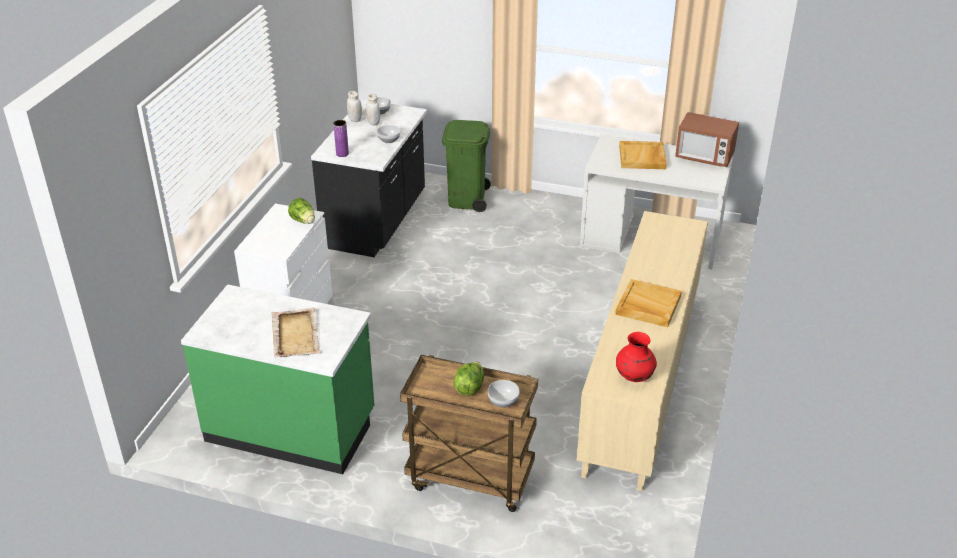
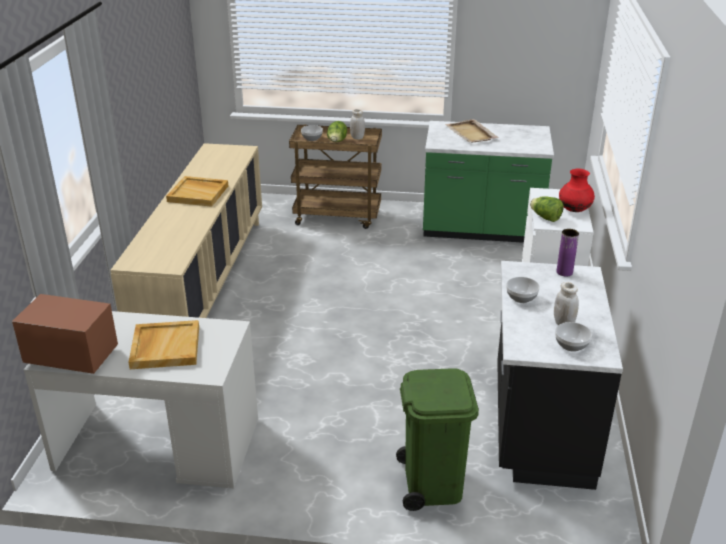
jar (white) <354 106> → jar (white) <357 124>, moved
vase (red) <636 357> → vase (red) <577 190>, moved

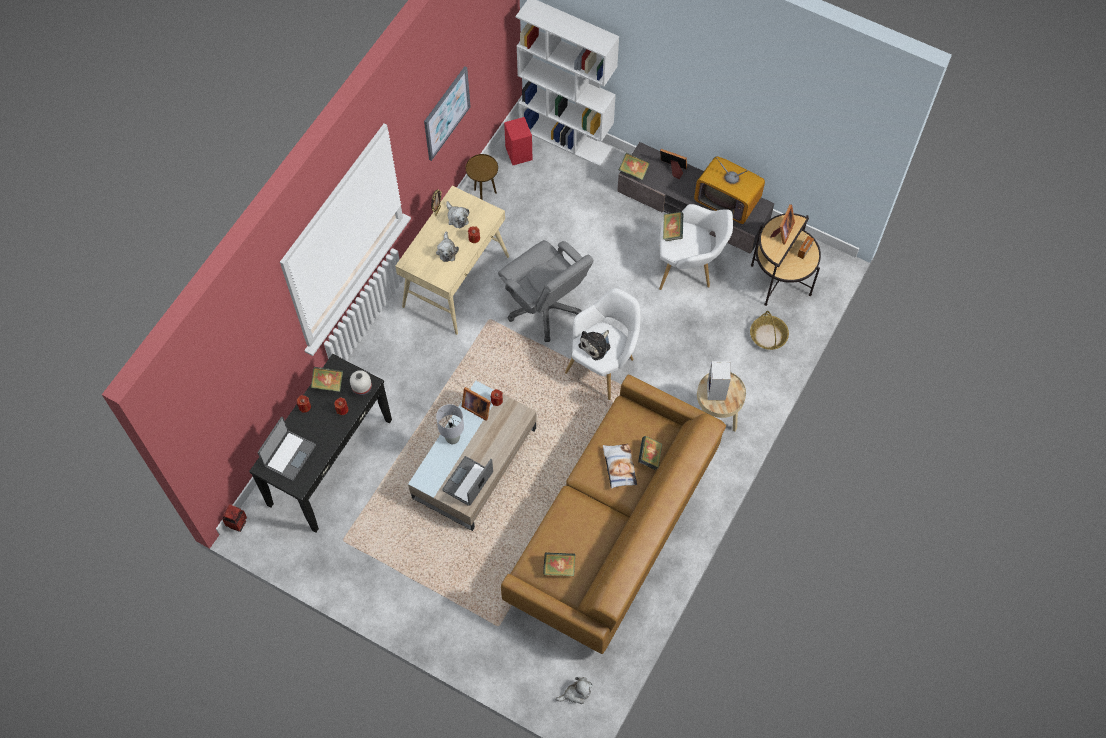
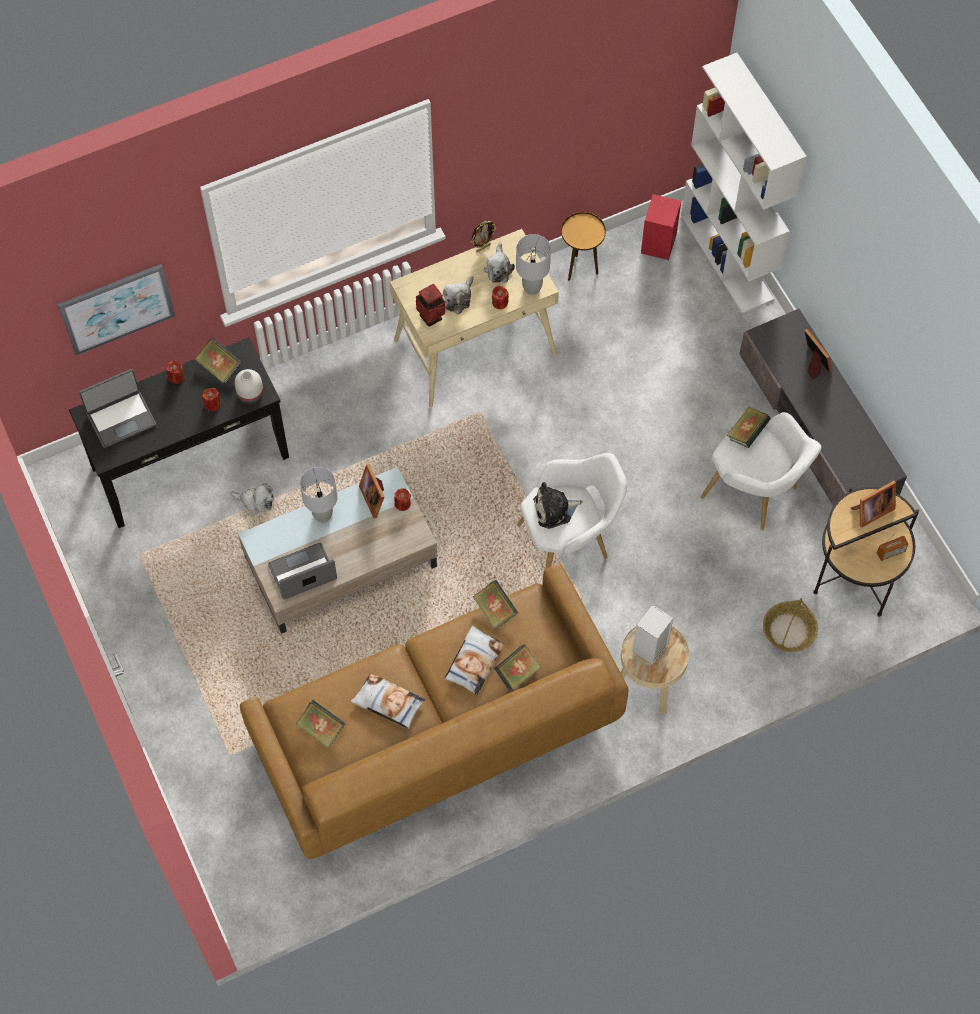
office chair (grey) <546 291> → -
television <729 190> → -
- → pillow <388 701>
- → table lamp (grey) <533 264>
vase <234 518> → vase <430 305>, moved
picture <447 113> → picture <116 310>, moved
plush toy <574 690> → plush toy <252 499>, moved
book <634 166> → book <495 604>, moved

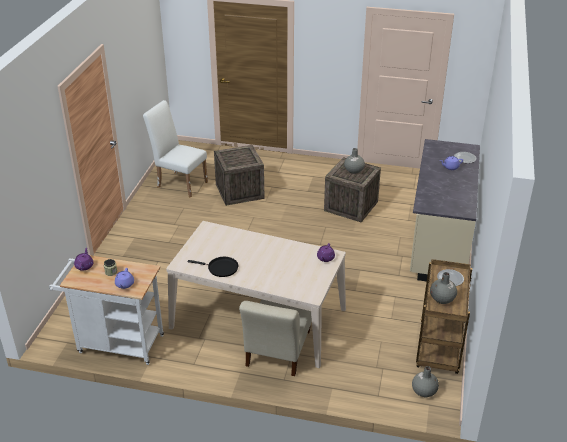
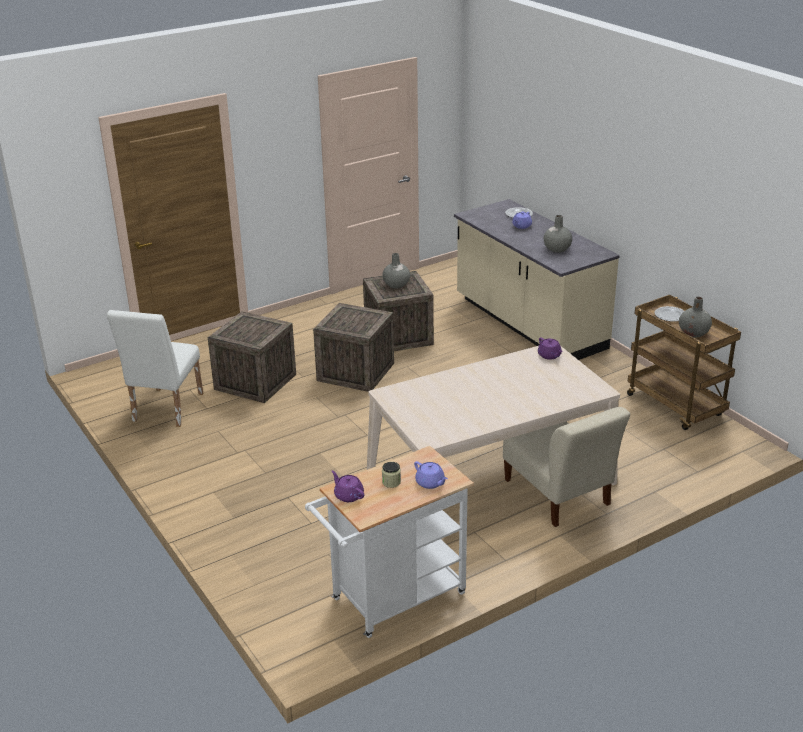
frying pan (black) <212 267> → -
- → crate <353 347>
vase (grey) <425 382> → vase (grey) <558 234>, moved
chair (white) <175 149> → chair (white) <155 368>, 60 degrees counterclockwise

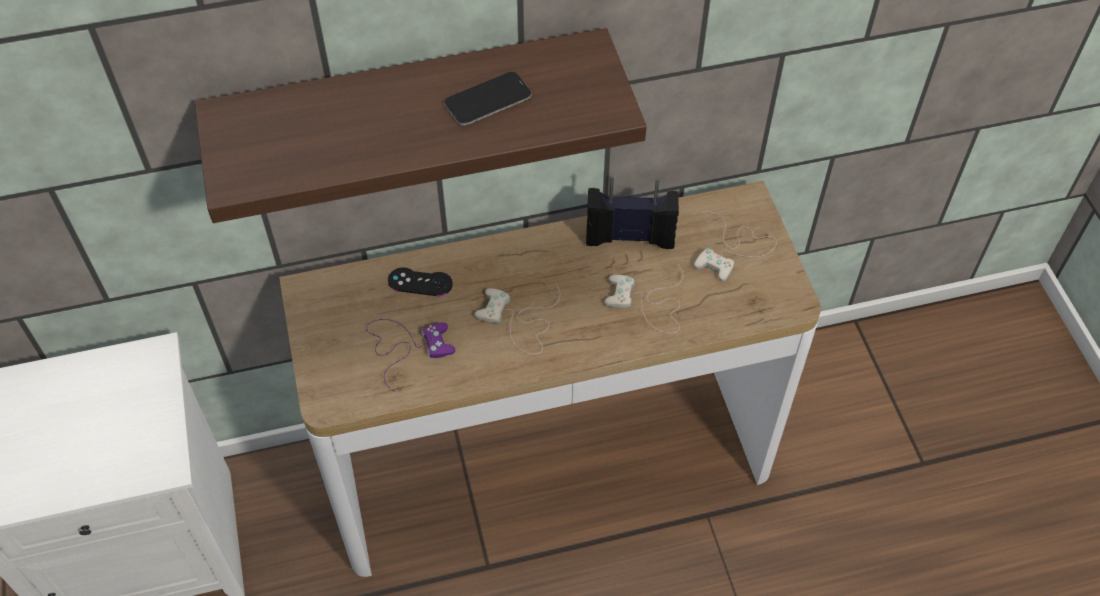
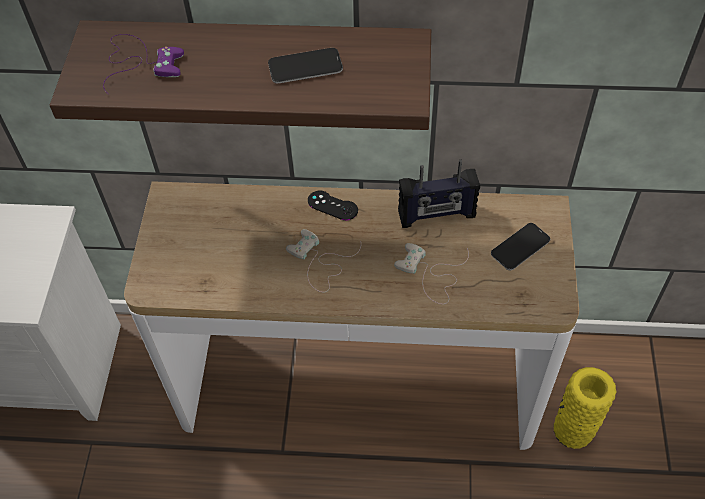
- → vase (yellow) <585 408>
game controller (purple) <410 355> → game controller (purple) <143 64>, moved
game controller (black) <420 281> → game controller (black) <333 205>, moved
game controller (white) <735 247> → phone <520 246>
radio <632 212> → radio <439 194>, 150 degrees clockwise

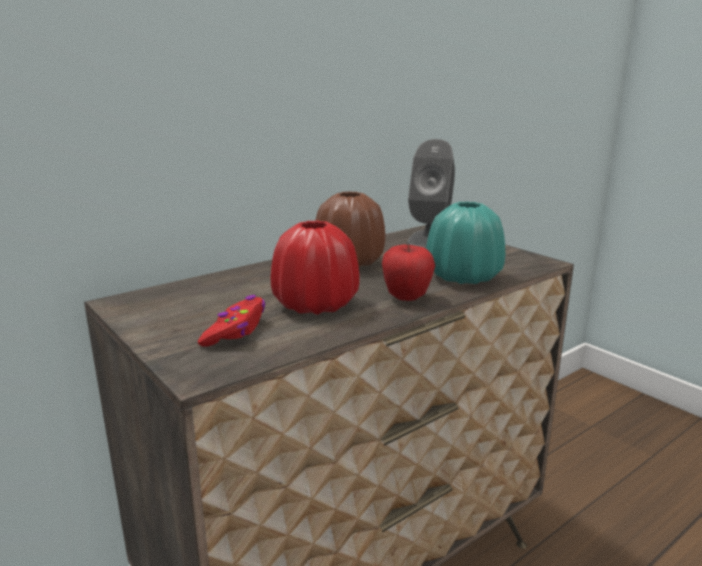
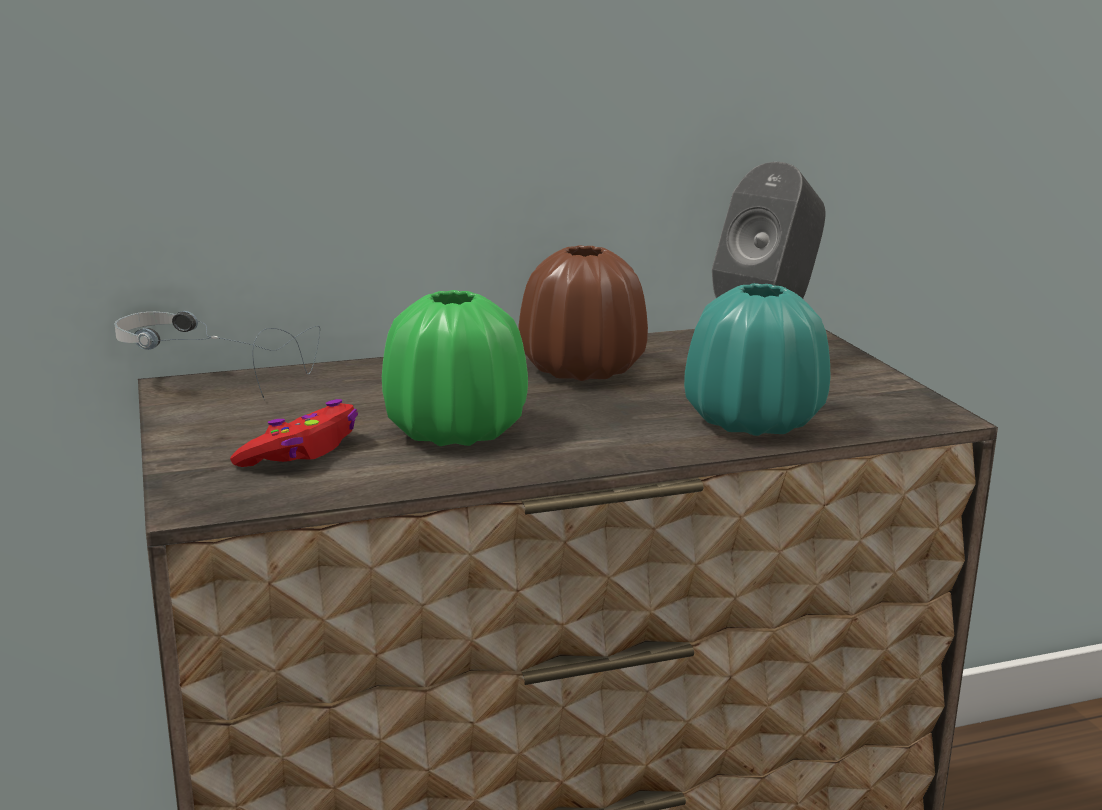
apple <408 272> → -
- → headphones <217 355>
vase (red) <315 267> → vase (green) <455 368>

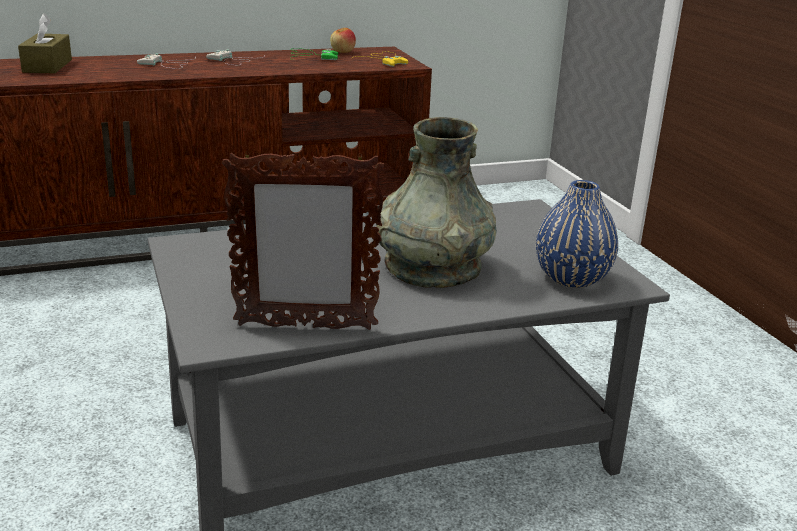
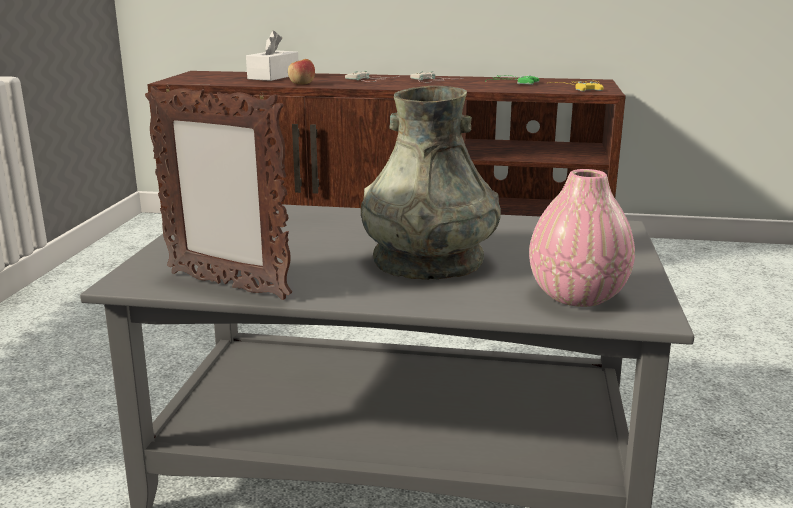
apple <343 40> → apple <301 71>, moved
tissue box (brown) <45 43> → tissue box (white) <272 56>
vase (blue) <577 234> → vase (pink) <582 238>

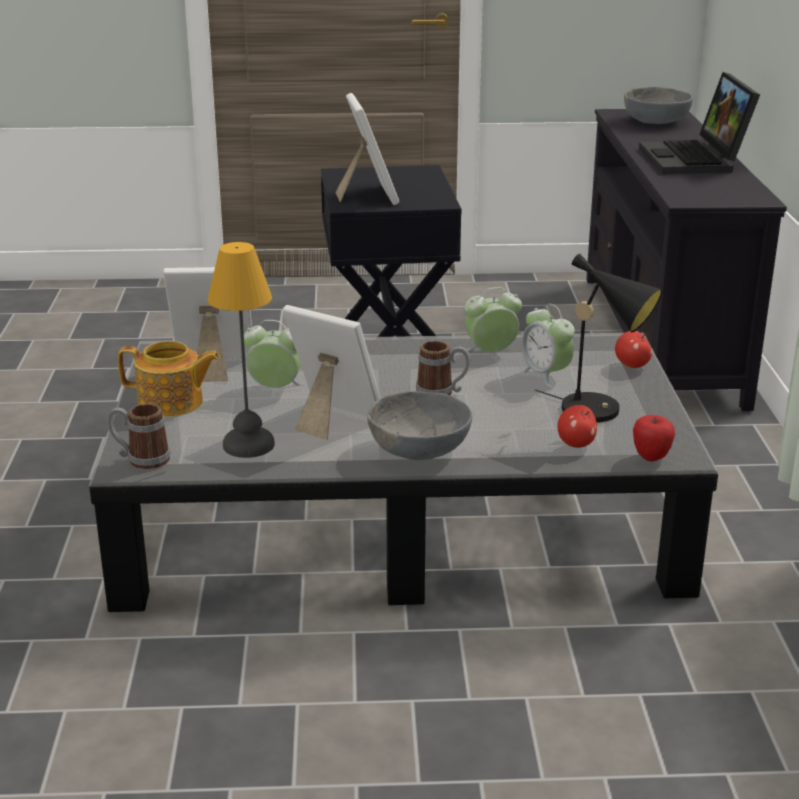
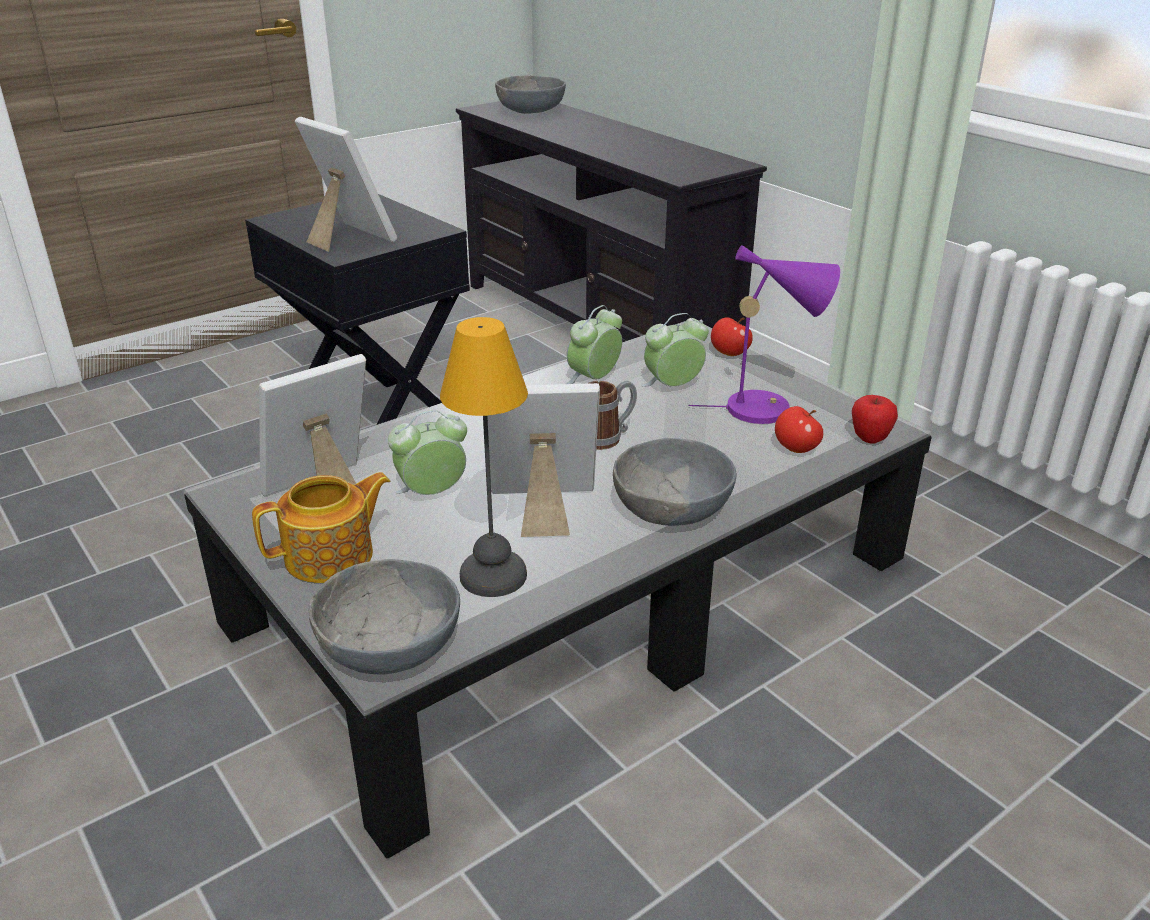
laptop <699 123> → -
mug <138 436> → bowl (grey) <384 617>
table lamp (black) <598 337> → table lamp (purple) <764 334>
alarm clock <547 345> → alarm clock <675 350>, 135 degrees clockwise

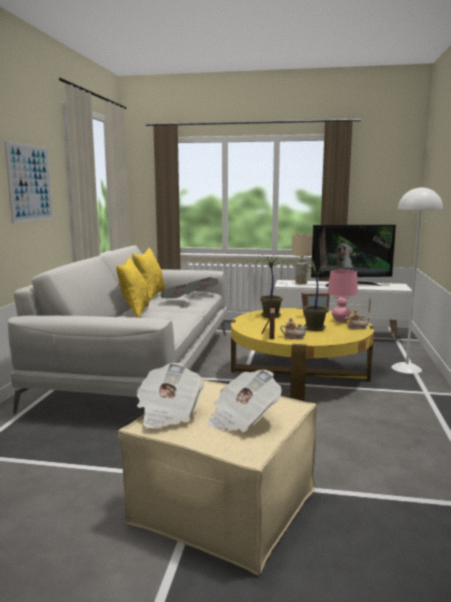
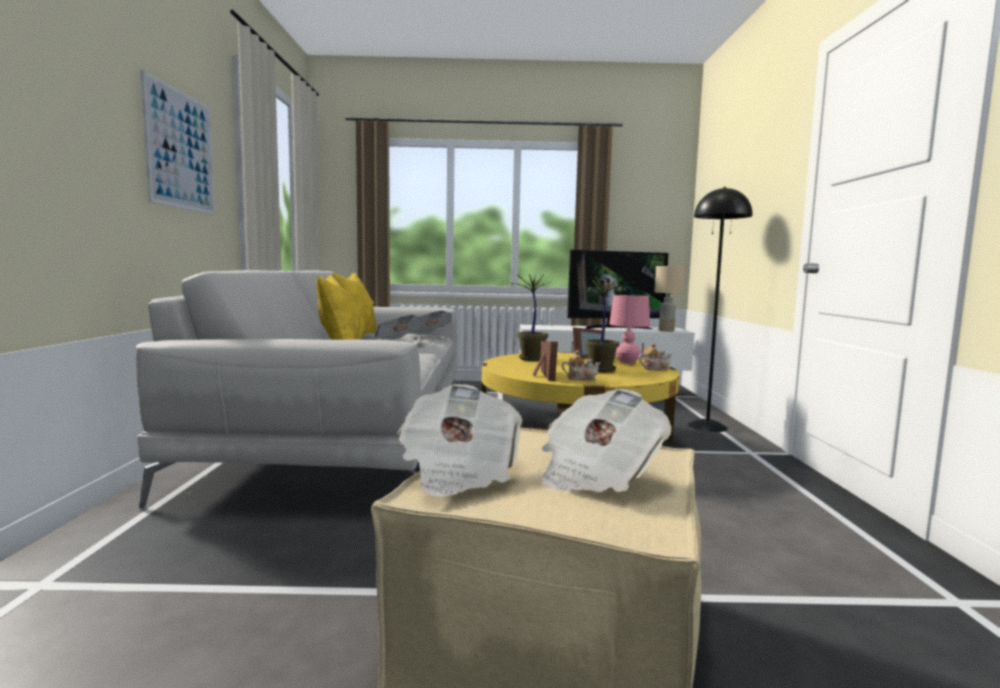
table lamp (beige) <302 259> → table lamp (beige) <669 299>, moved
floor lamp (white) <417 280> → floor lamp (black) <720 309>

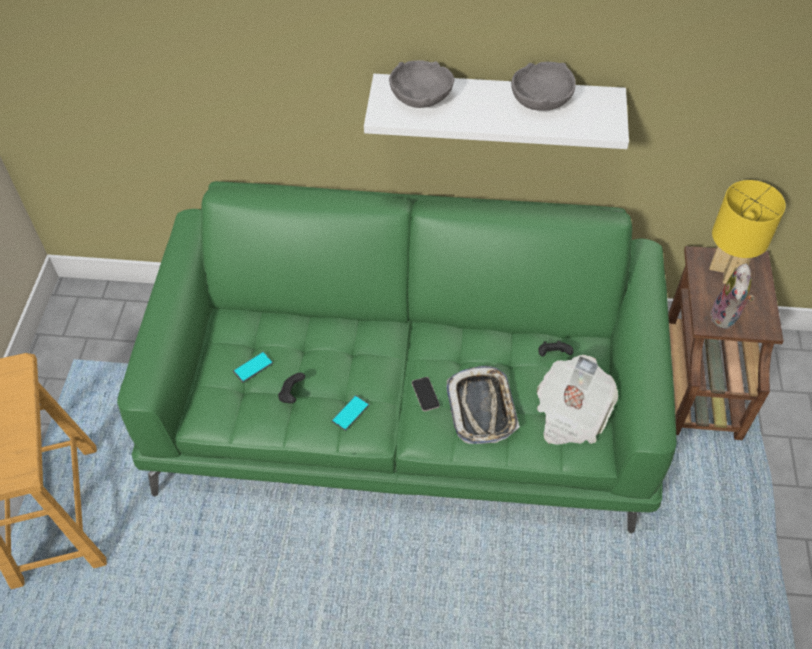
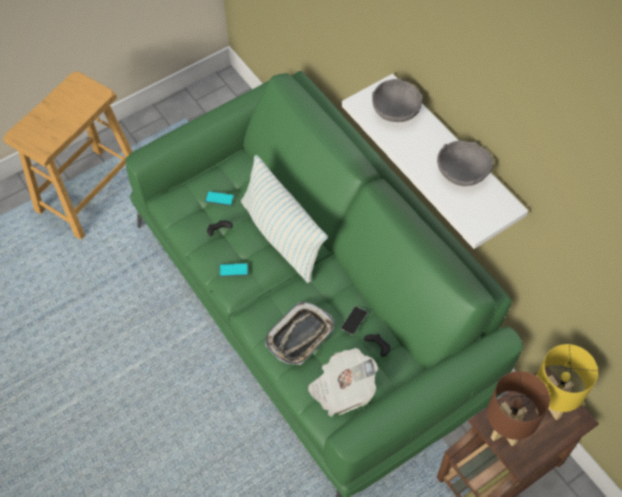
- → pillow <284 219>
phone <426 394> → phone <354 320>, moved
plush toy <732 296> → table lamp (brown) <518 408>

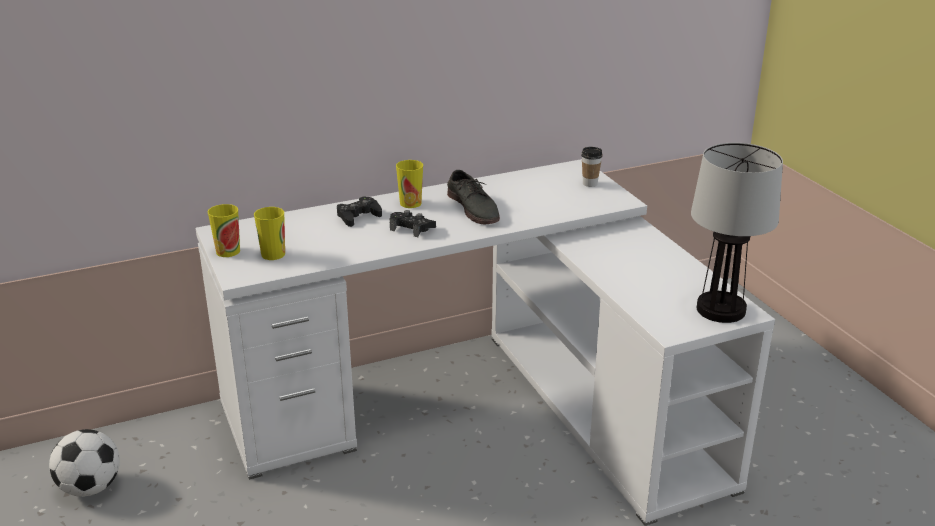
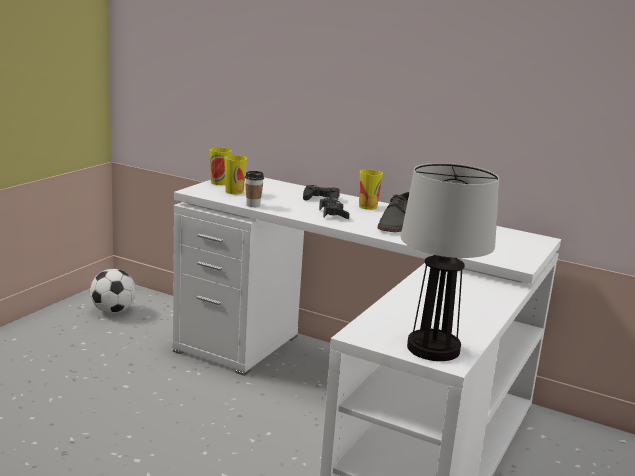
cup <592 167> → cup <254 189>, moved

